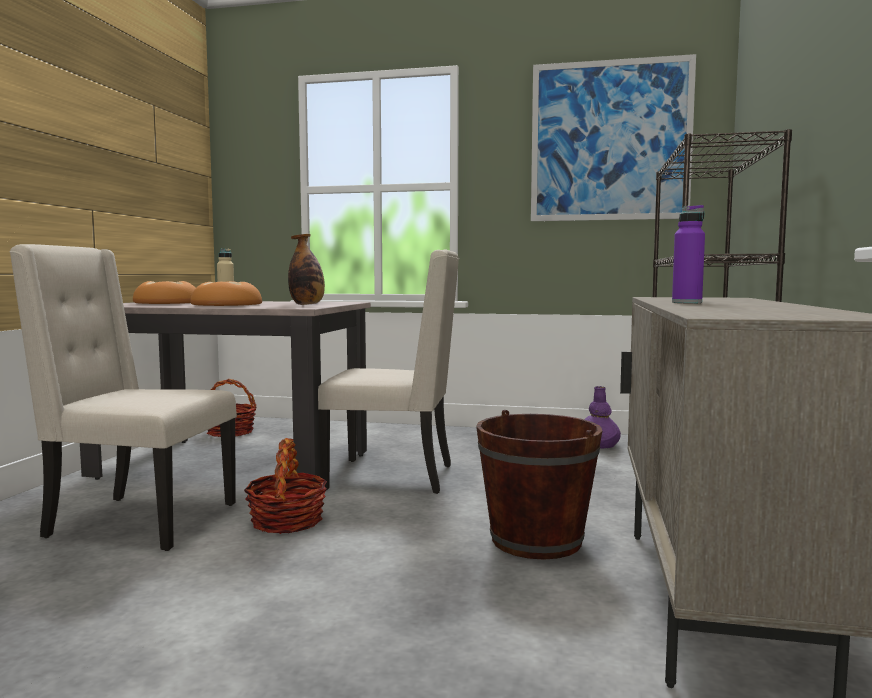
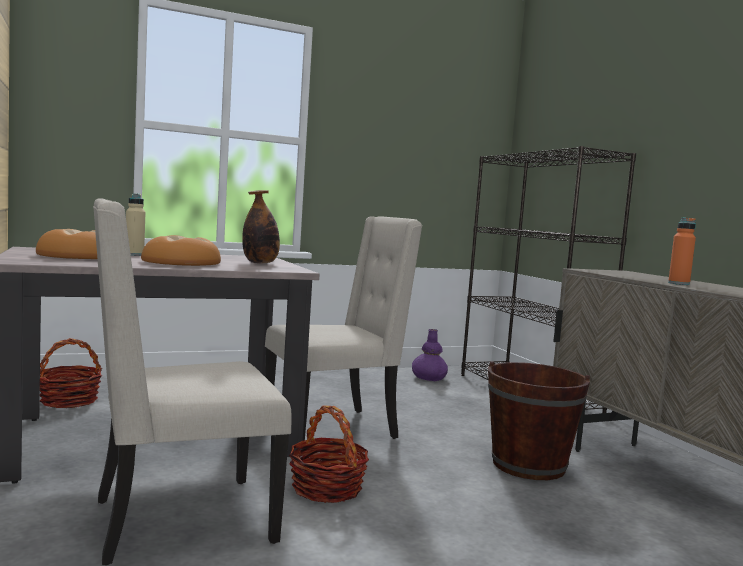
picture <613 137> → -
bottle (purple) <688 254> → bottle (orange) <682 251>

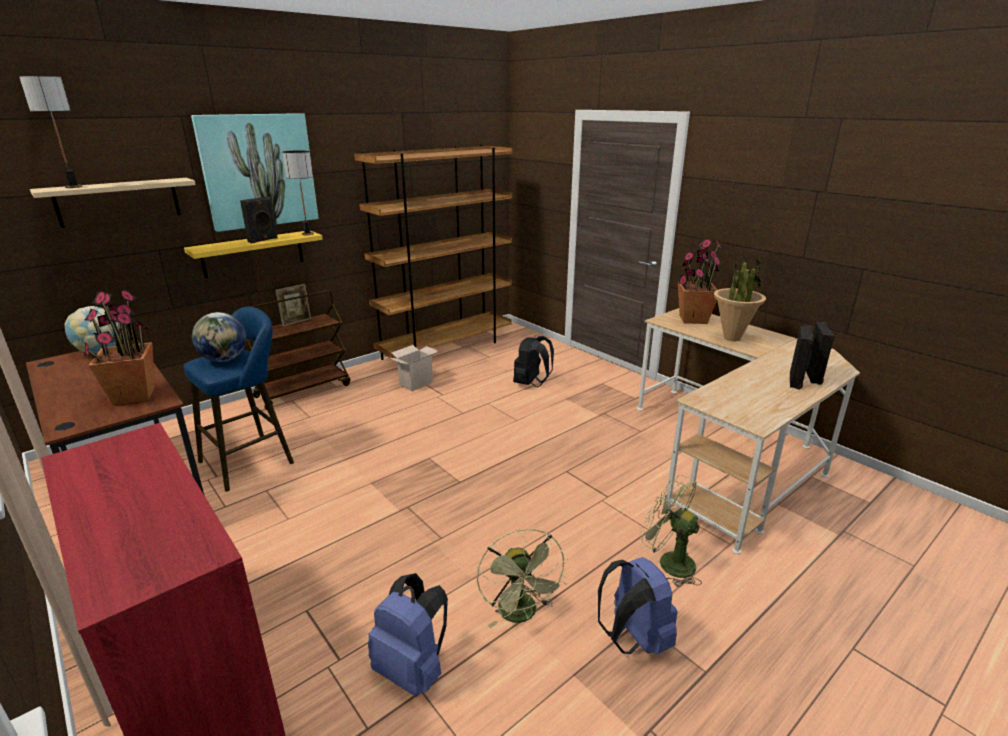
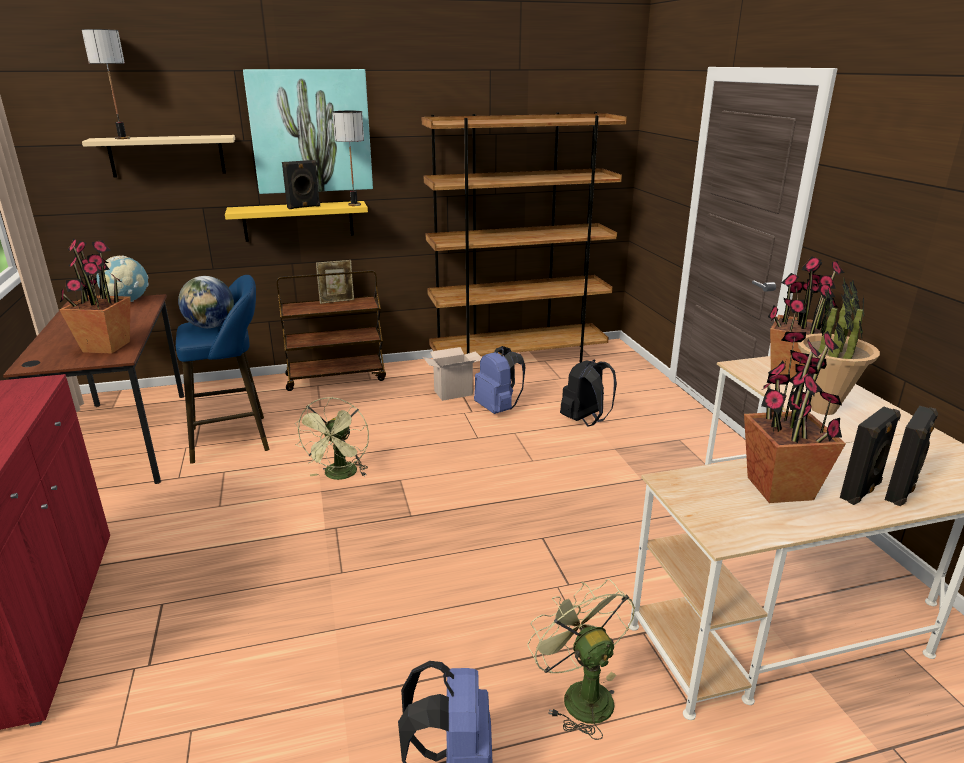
- → potted plant <795 417>
backpack (blue) <408 635> → backpack (blue) <500 380>, moved
fan (green) <522 578> → fan (green) <332 438>, moved

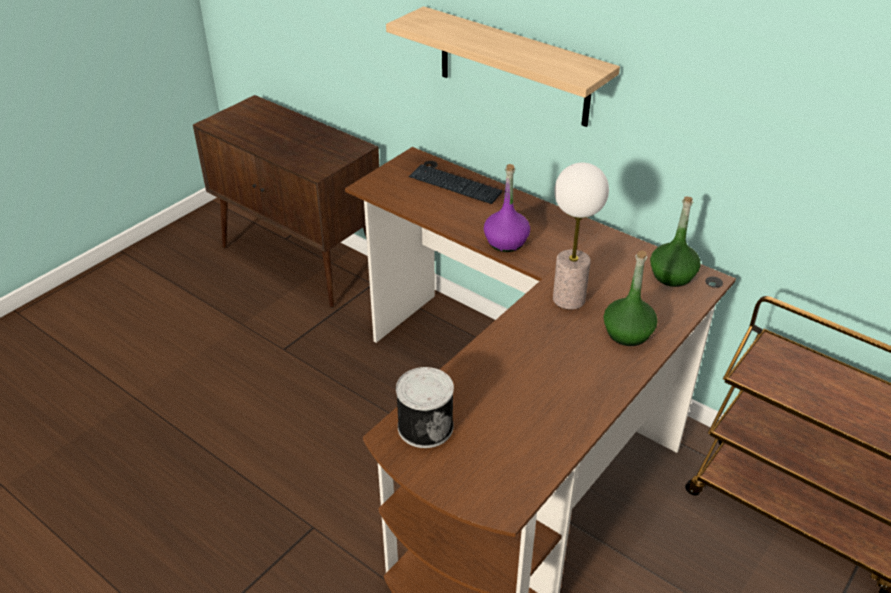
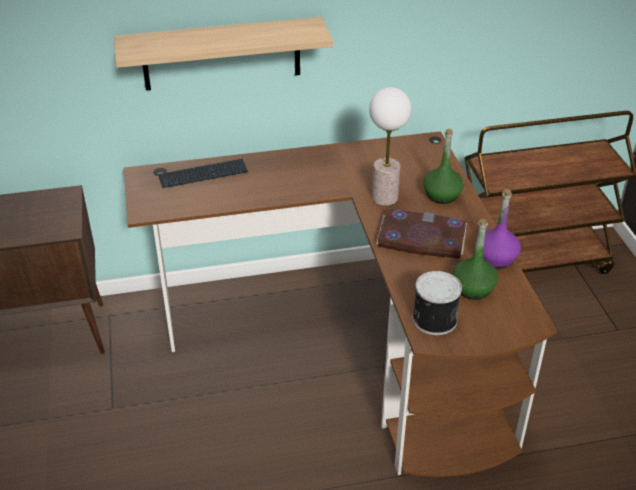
- → book <421 233>
bottle (purple) <507 208> → bottle (purple) <502 229>, moved
bottle (green) <675 241> → bottle (green) <475 259>, moved

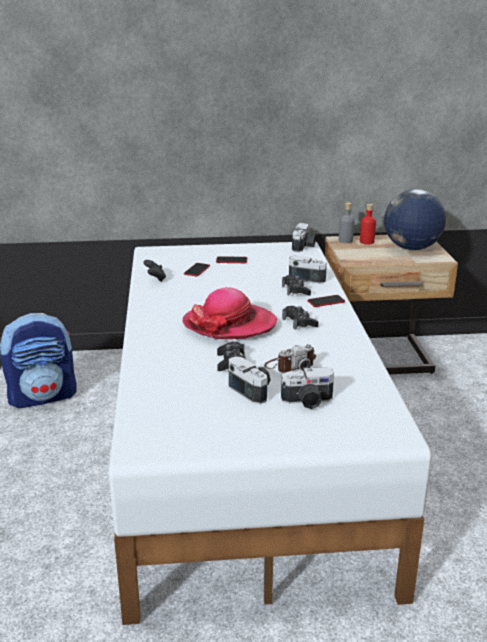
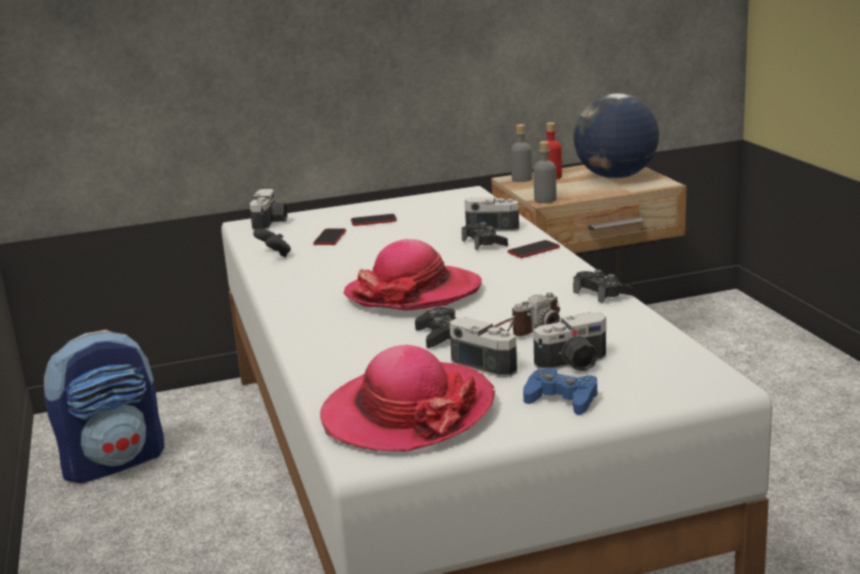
- → hat <407 398>
- → game controller (blue) <560 391>
- → bottle (grey) <545 172>
game controller (black) <300 318> → game controller (black) <603 286>, moved
photo camera <304 237> → photo camera <268 210>, moved

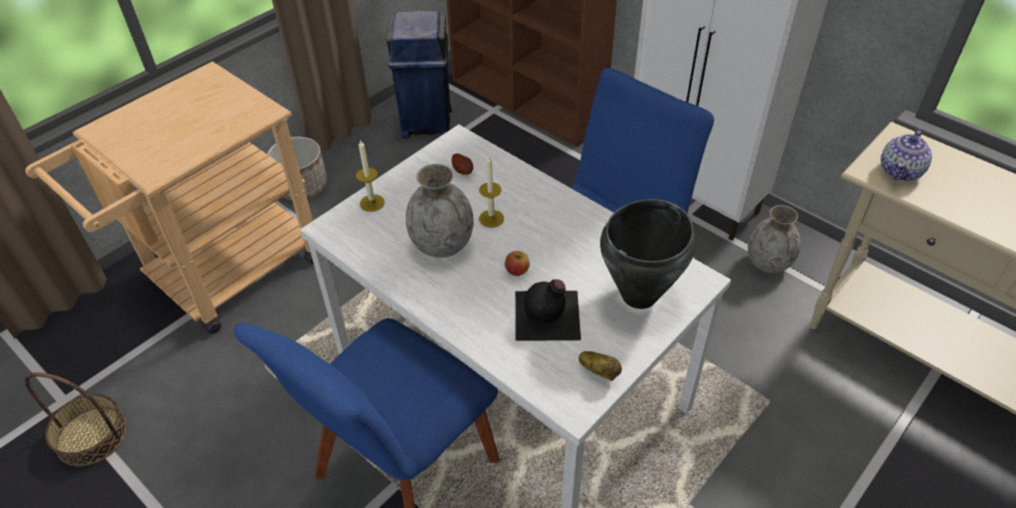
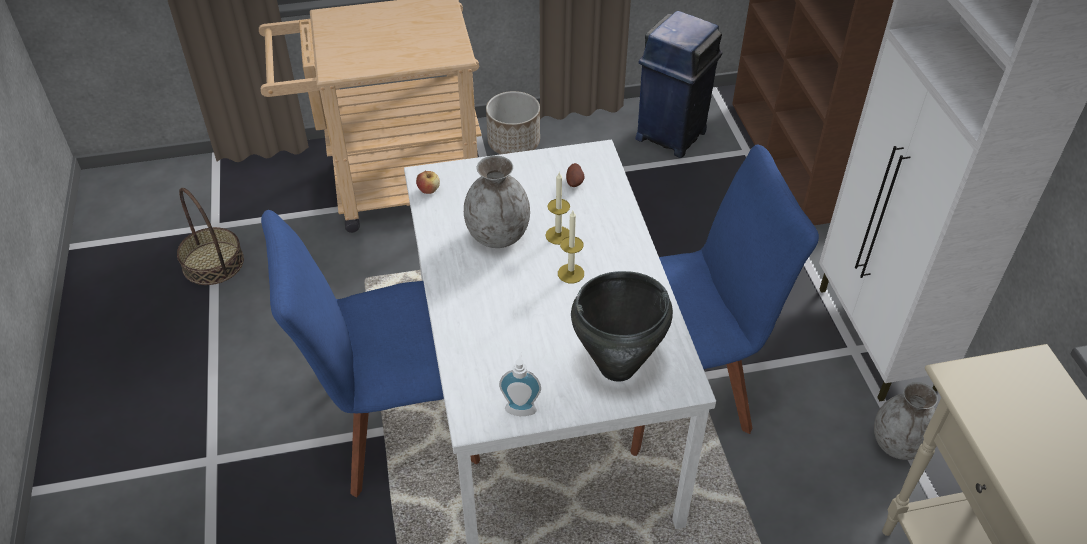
bottle (black) <548 310> → -
teapot <906 154> → -
candle <370 175> → candle <571 247>, moved
apple <517 263> → apple <428 182>, moved
potato <600 366> → soap dispenser <520 382>

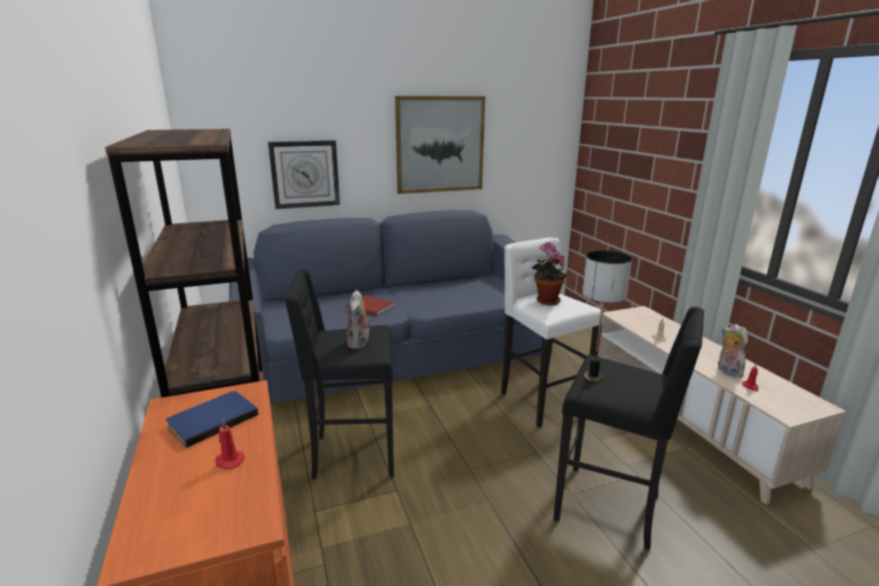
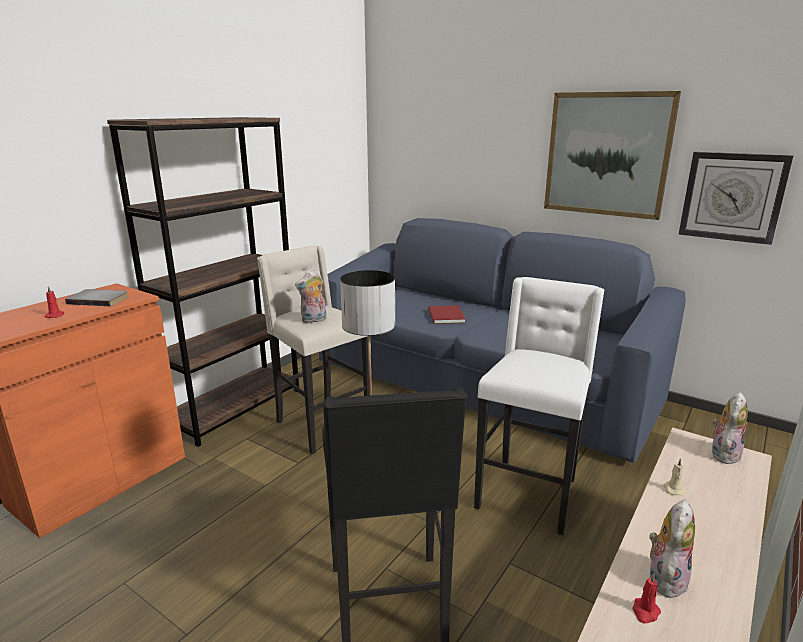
potted plant <549 273> → -
- → plush toy <730 428>
wall clock <304 174> → wall clock <736 198>, moved
book (blue) <212 419> → book (grey) <97 297>
stool (black) <339 374> → stool (beige) <314 350>

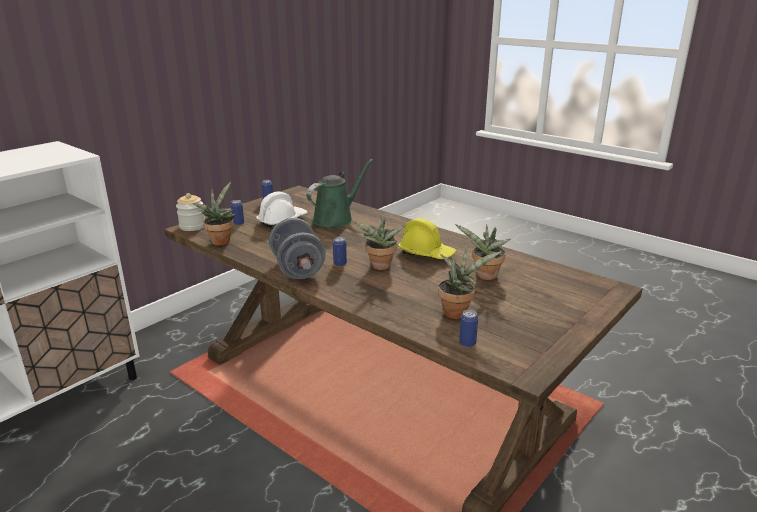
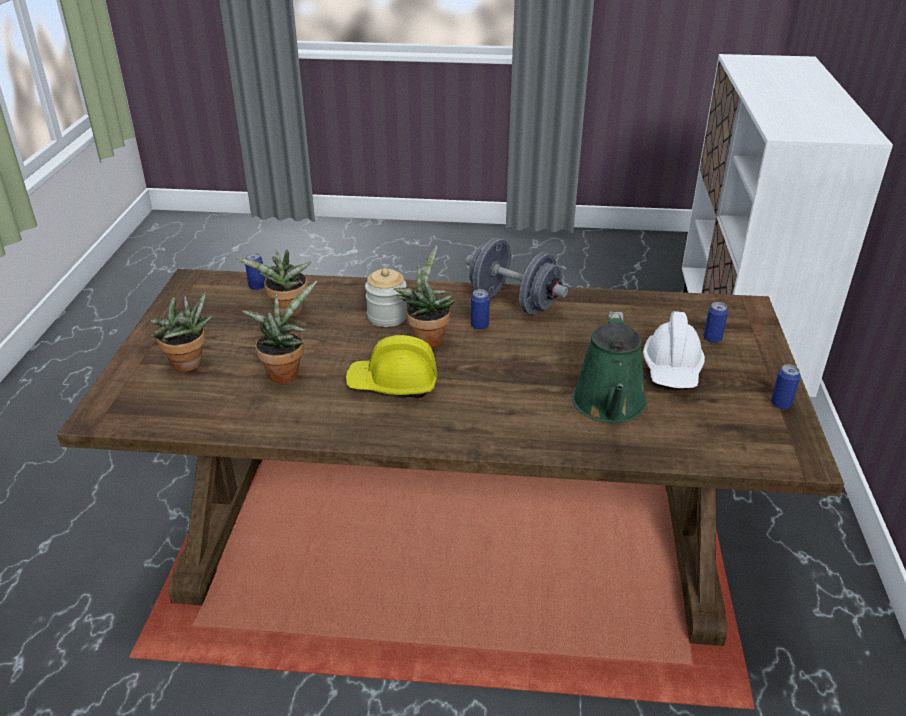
jar <190 212> → jar <386 297>, moved
potted plant <214 214> → potted plant <181 332>, moved

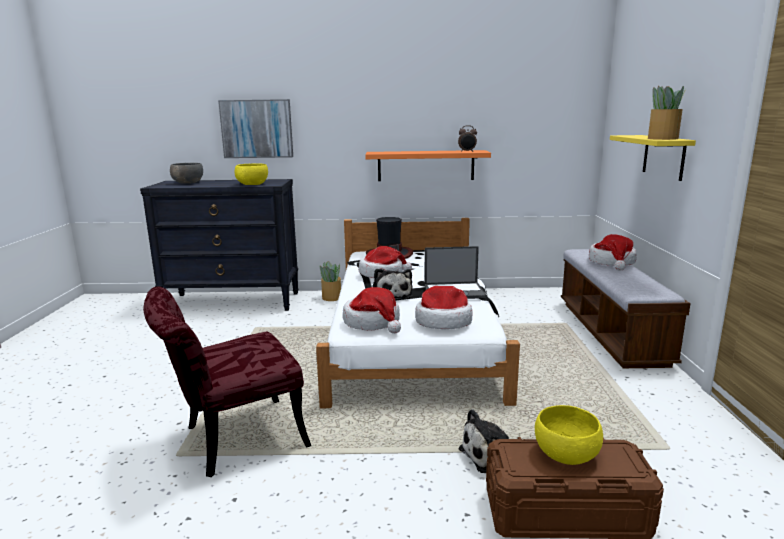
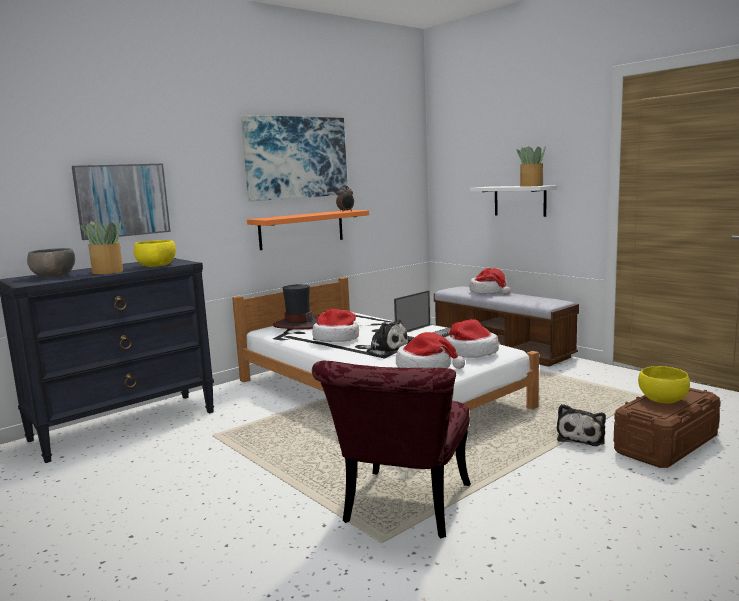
- → picture <294 158>
potted plant <330 281> → potted plant <101 247>, moved
shelf (yellow) <653 158> → shelf (white) <513 201>

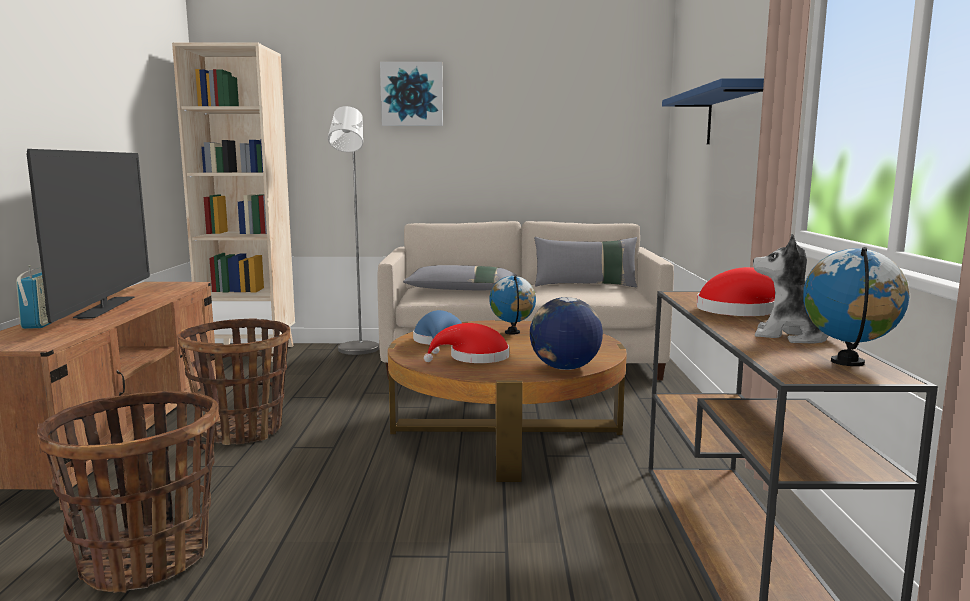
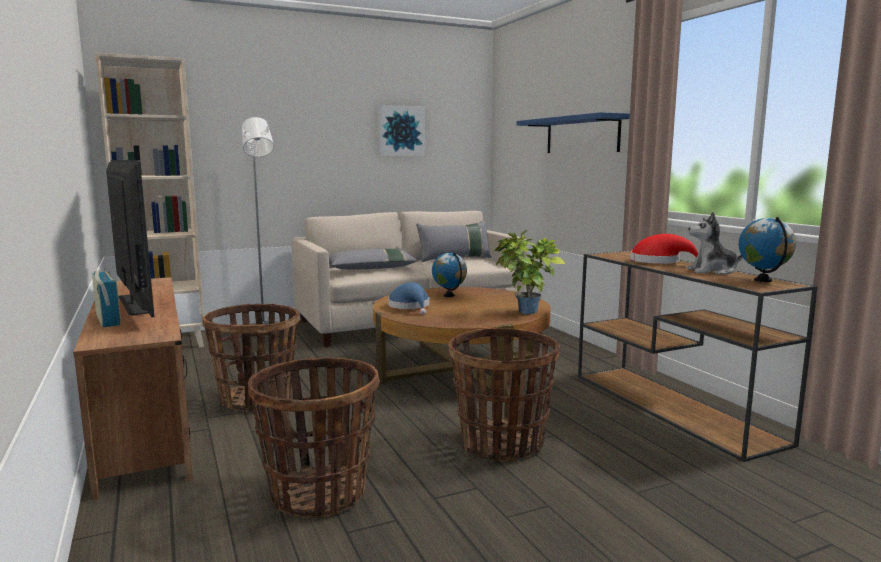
hat (red) <466 343> → -
- → basket <504 394>
picture <411 94> → picture <401 130>, moved
globe <566 333> → potted plant <529 272>

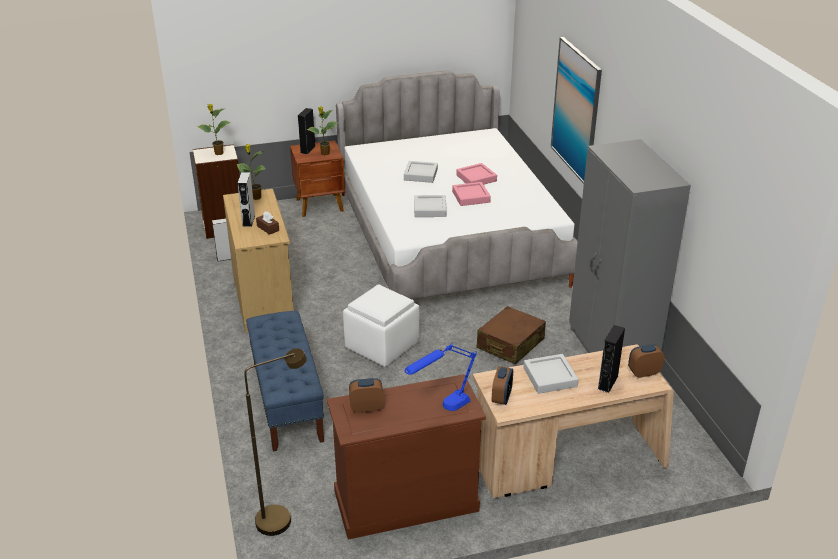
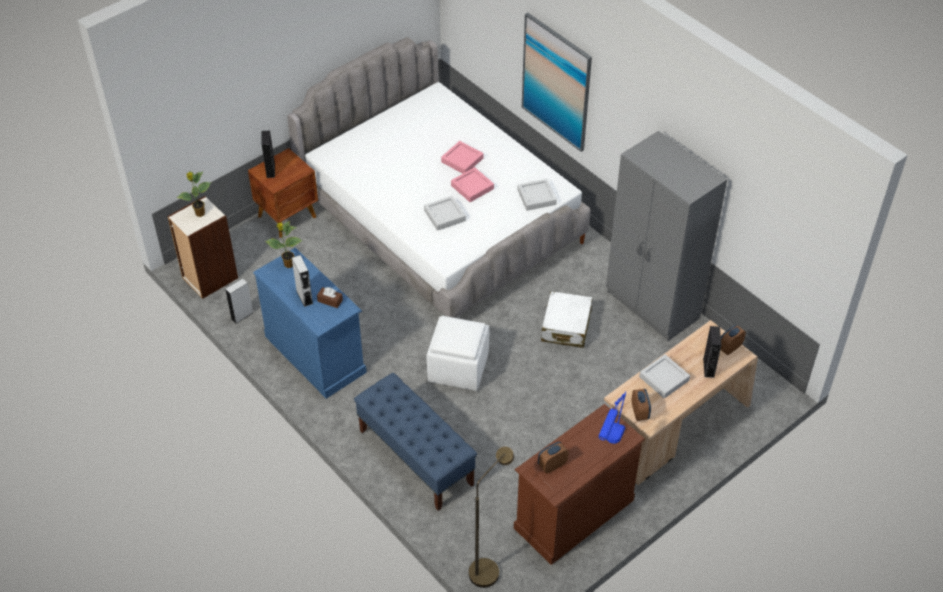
potted plant <322 131> → -
tray (grey) <421 172> → tray (grey) <537 195>, moved
dresser (beige) <258 261> → dresser (blue) <310 323>
suitcase (brown) <511 335> → suitcase (white) <566 319>

